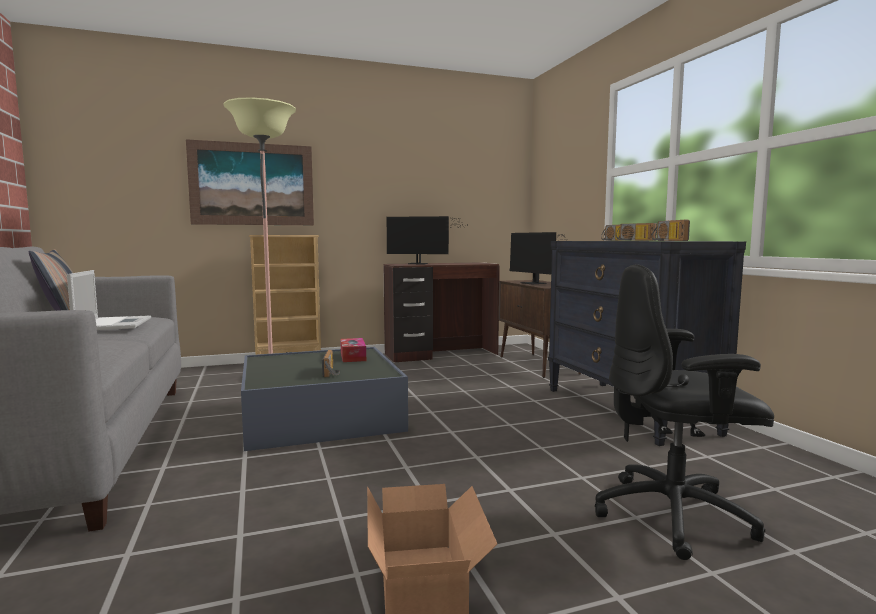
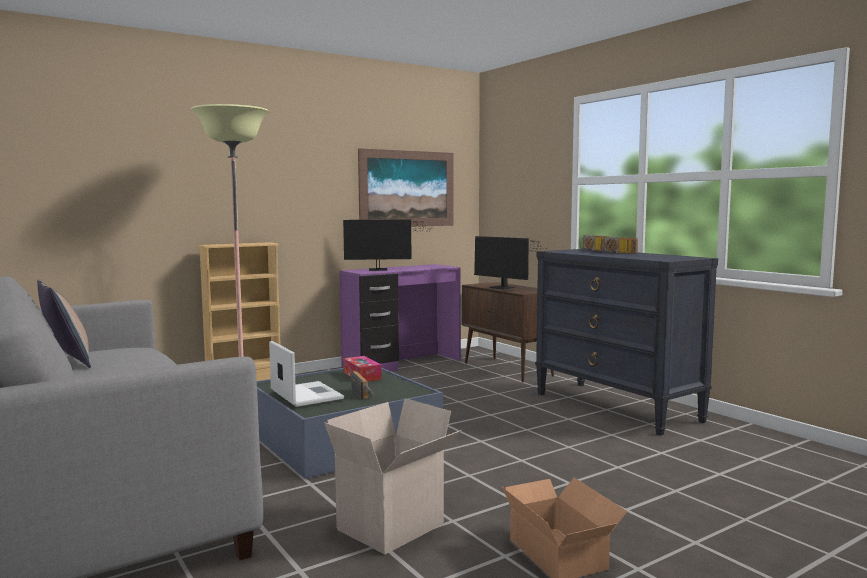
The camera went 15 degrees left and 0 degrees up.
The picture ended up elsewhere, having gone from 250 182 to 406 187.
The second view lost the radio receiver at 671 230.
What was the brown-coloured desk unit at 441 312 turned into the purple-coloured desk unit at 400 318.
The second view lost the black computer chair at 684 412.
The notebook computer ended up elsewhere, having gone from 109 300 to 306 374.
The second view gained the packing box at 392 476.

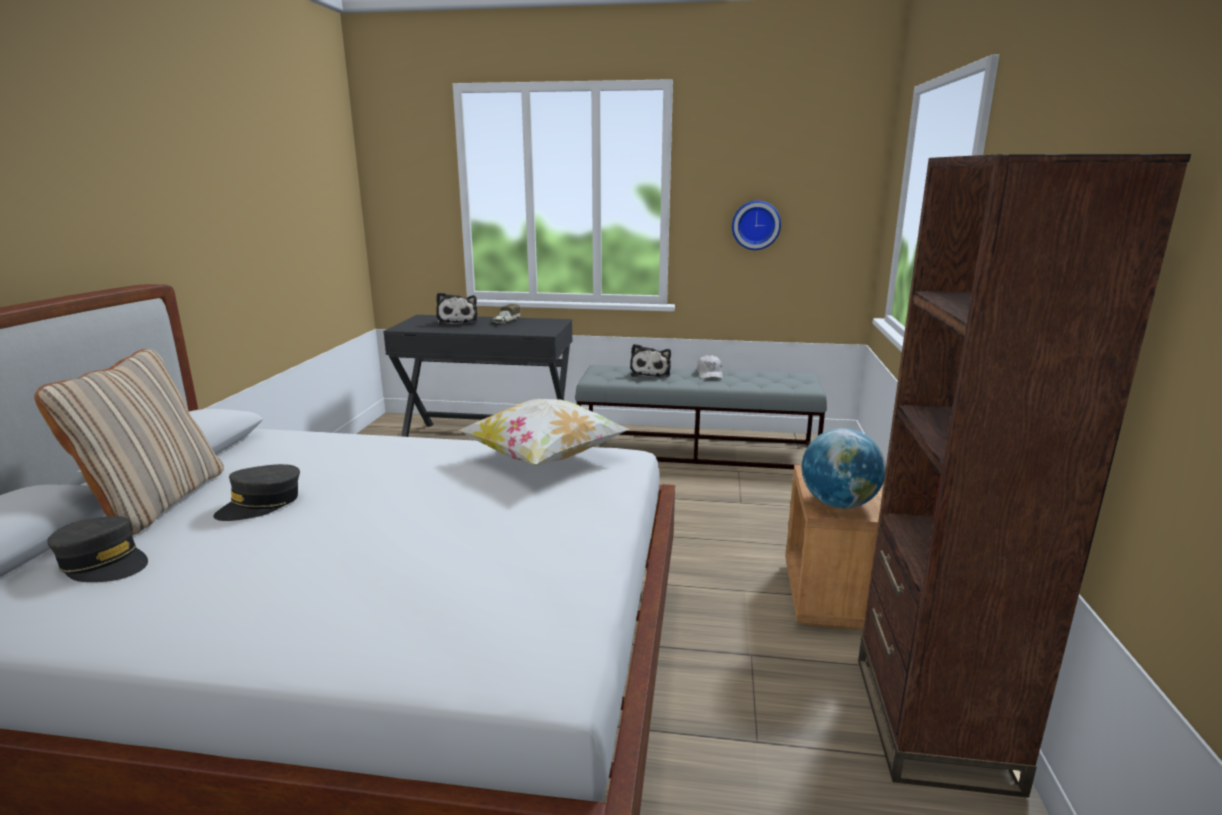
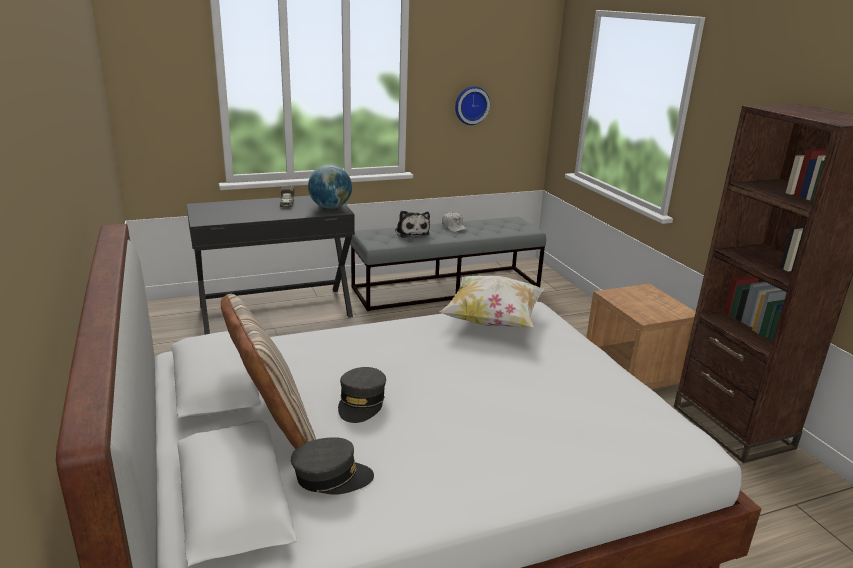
The camera went 30 degrees left and 5 degrees up.
The second view lost the soft toy at 457 308.
The globe ended up elsewhere, having gone from 844 468 to 330 187.

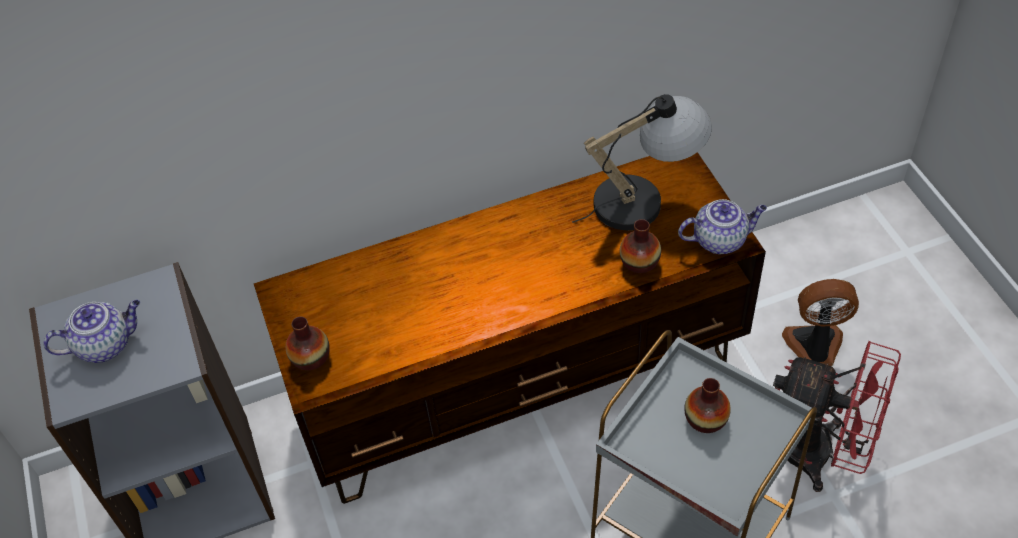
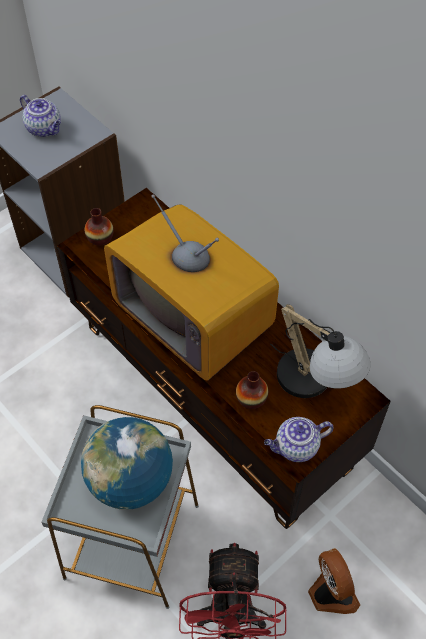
The camera went 65 degrees right and 5 degrees up.
The pot for tea at 722 226 ended up facing another way, 105 degrees clockwise from before.
Where the decorative vase stood at 707 405, the globe came to stand at 127 463.
The second view gained the television at 191 288.

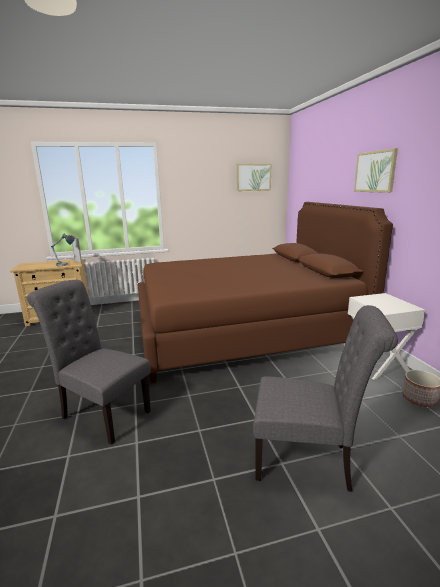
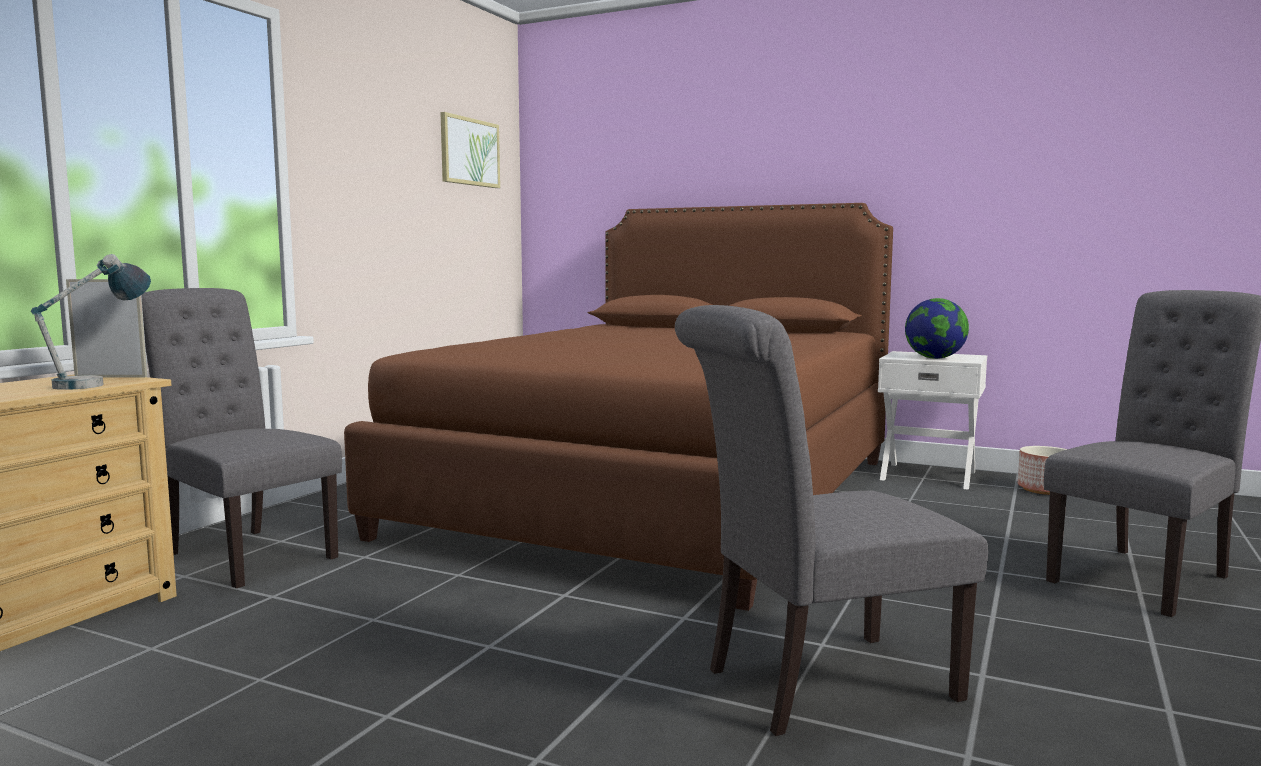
The camera went 50 degrees left and 10 degrees down.
The second view lost the picture at 376 170.
The second view gained the grey chair at 241 438.
The second view gained the globe at 937 328.

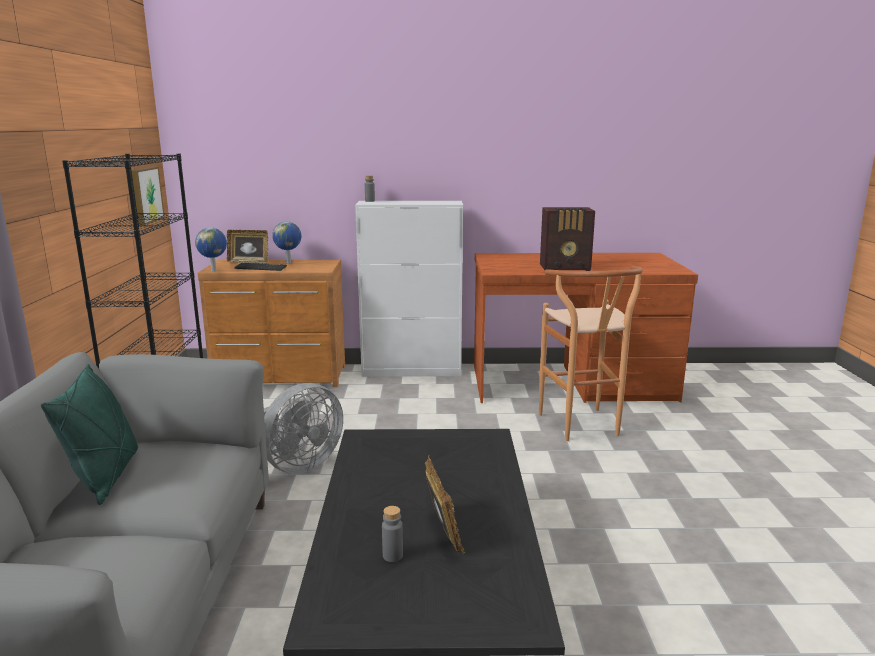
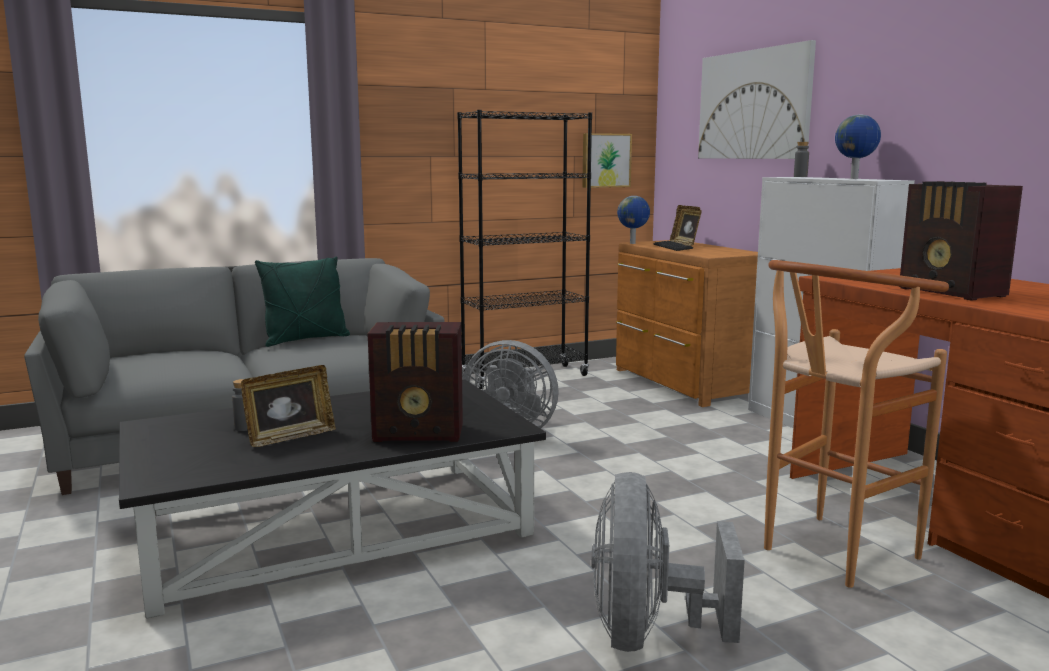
The camera went 65 degrees right and 5 degrees down.
The globe ended up elsewhere, having gone from 286 242 to 858 146.
The second view gained the picture at 757 99.
The second view gained the radio receiver at 415 382.
The second view gained the grey cooling fan at 668 562.

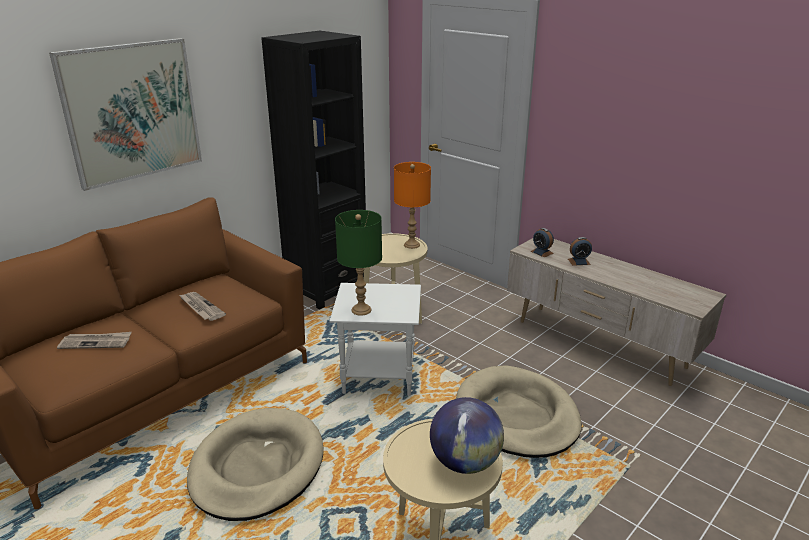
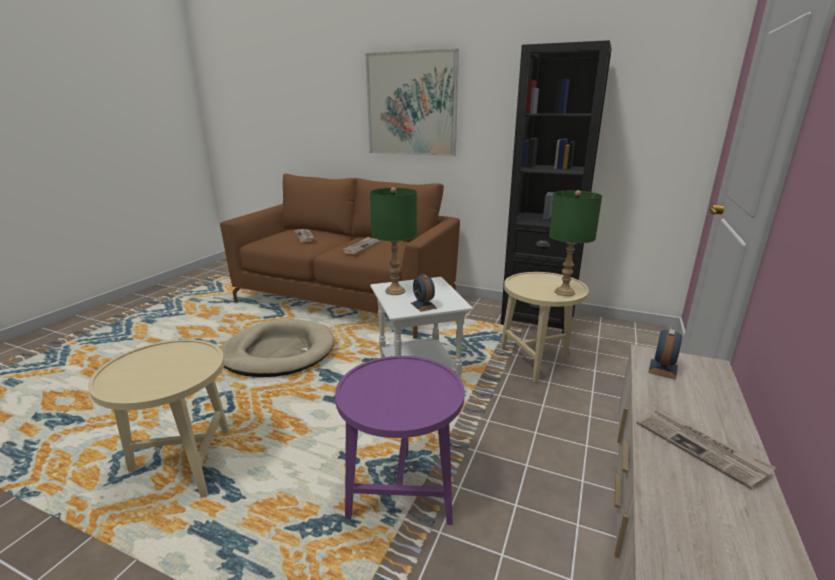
The camera went 70 degrees right and 5 degrees down.
What was the orange-coloured lamp for a table at 412 205 turned into the green-coloured lamp for a table at 575 243.
The table clock ended up elsewhere, having gone from 580 251 to 424 293.
Where the sand-coloured dog bed stood at 519 411, the purple-coloured accent table came to stand at 400 440.
The second view lost the globe at 467 435.
The second view gained the newspaper at 706 449.

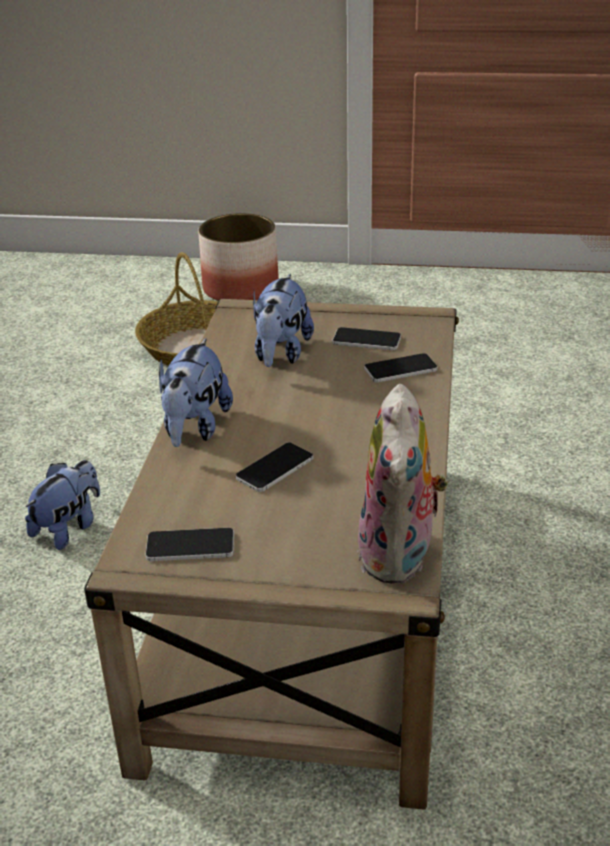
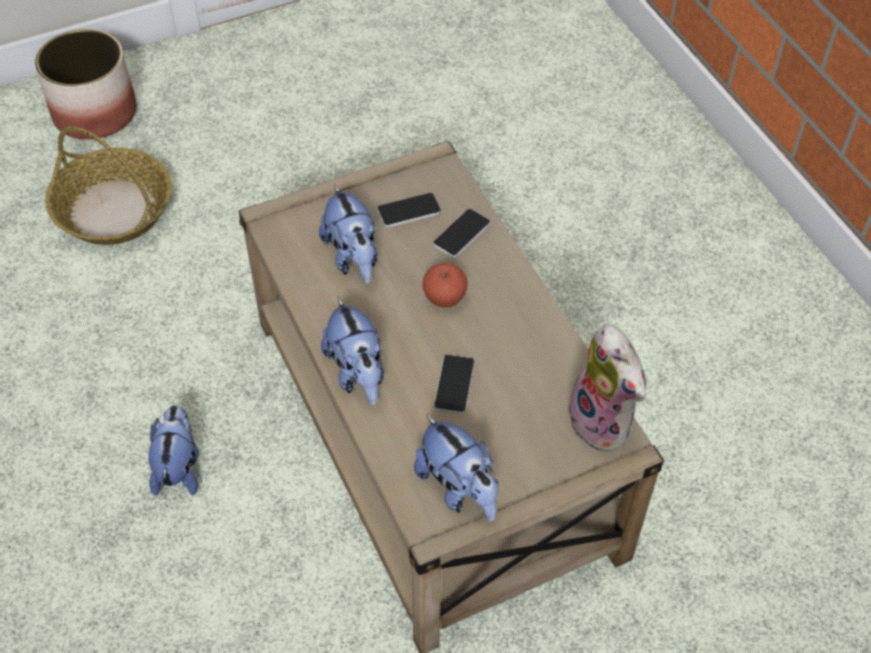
The camera went 35 degrees left and 20 degrees up.
Where the phone stood at 189 544, the soft toy came to stand at 456 468.
The second view gained the apple at 445 285.

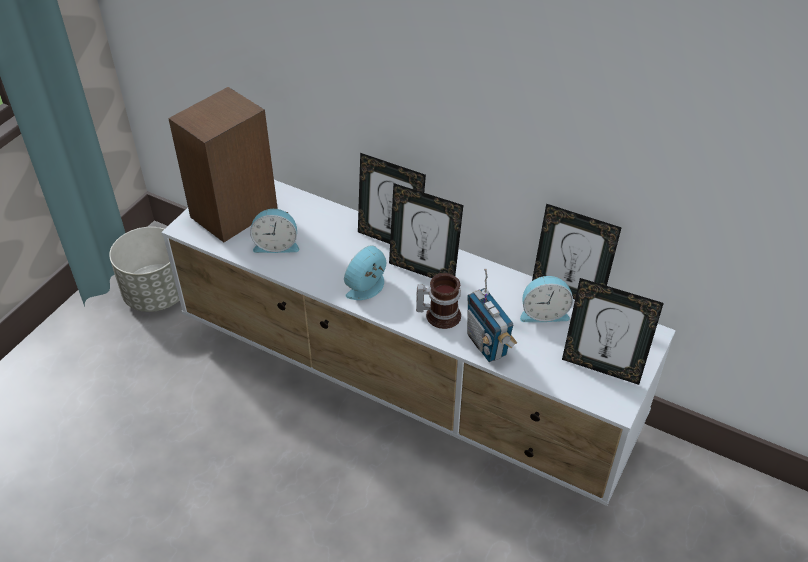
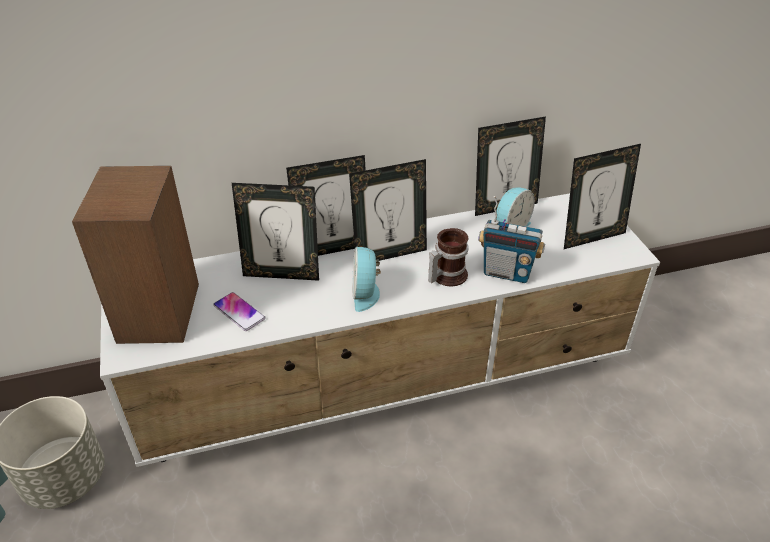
The camera went 45 degrees left and 5 degrees down.
Where the table clock stood at 274 231, the phone came to stand at 239 311.
The second view gained the standing frame at 275 232.

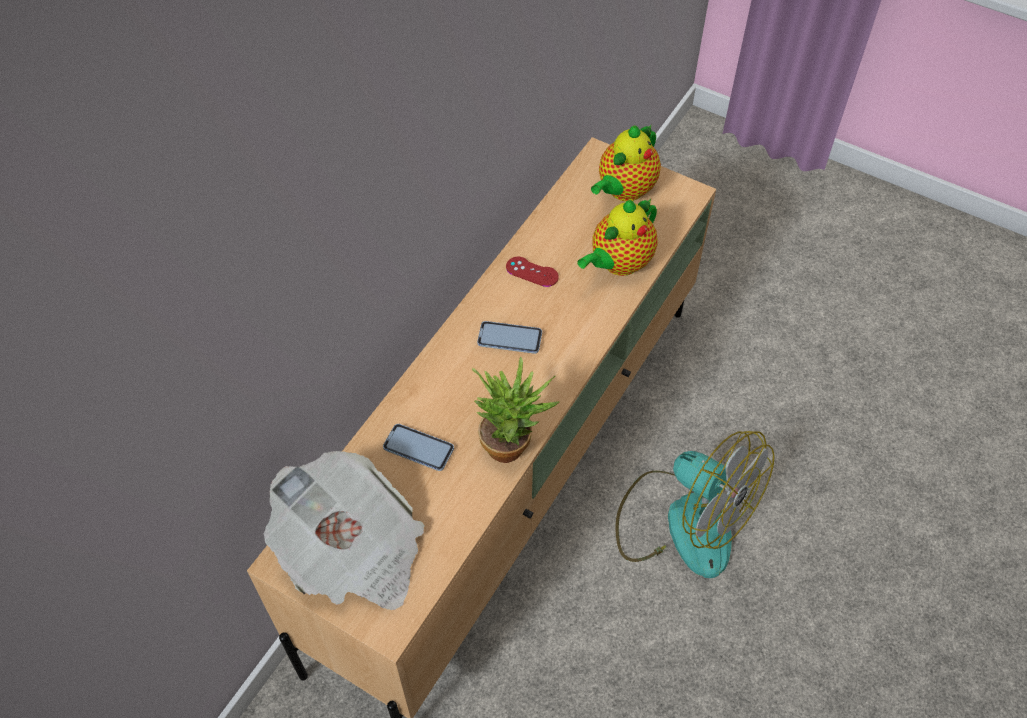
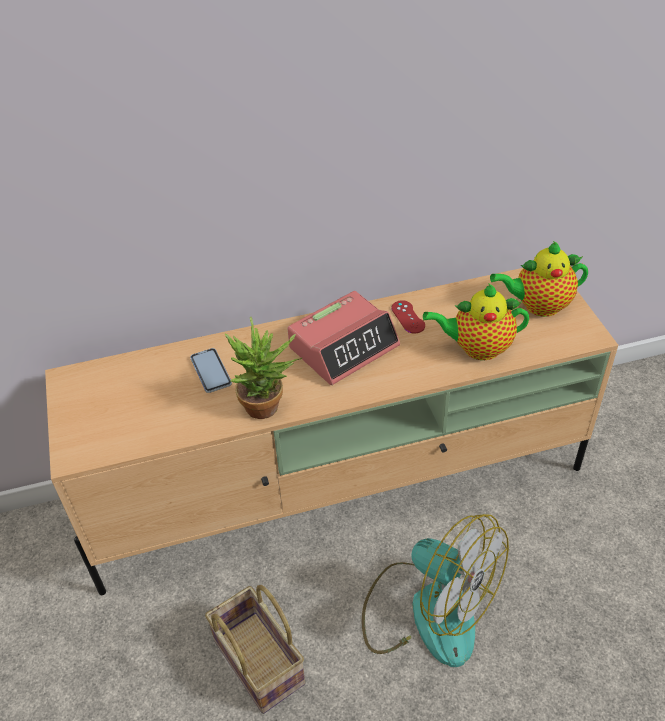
The camera went 45 degrees right and 10 degrees down.
Where the phone stood at 509 337, the table clock came to stand at 343 338.
The cooling fan at 695 504 ended up facing another way, 45 degrees counterclockwise from before.
The second view lost the newspaper at 344 530.
The second view gained the basket at 255 649.

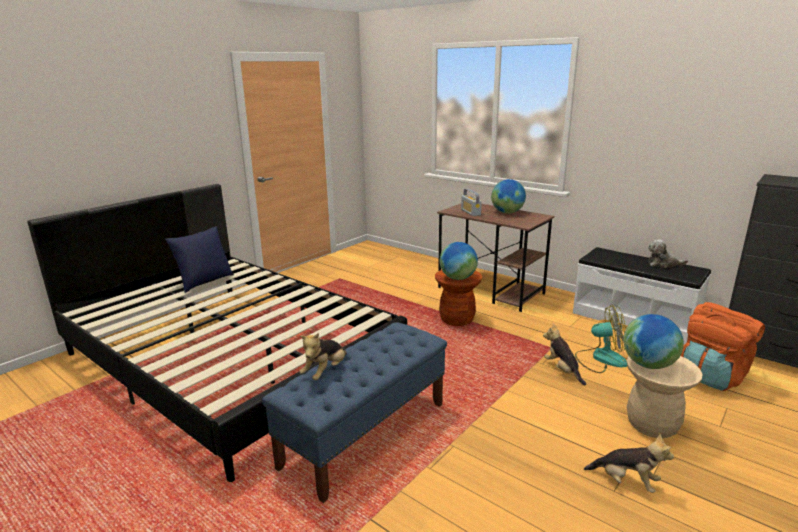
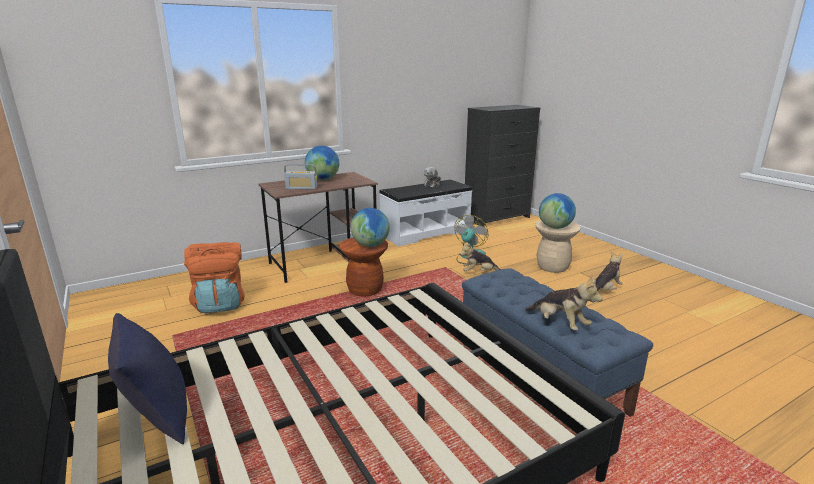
The camera went 70 degrees left and 0 degrees up.
The orange-coloured rucksack ended up elsewhere, having gone from 722 346 to 214 277.

